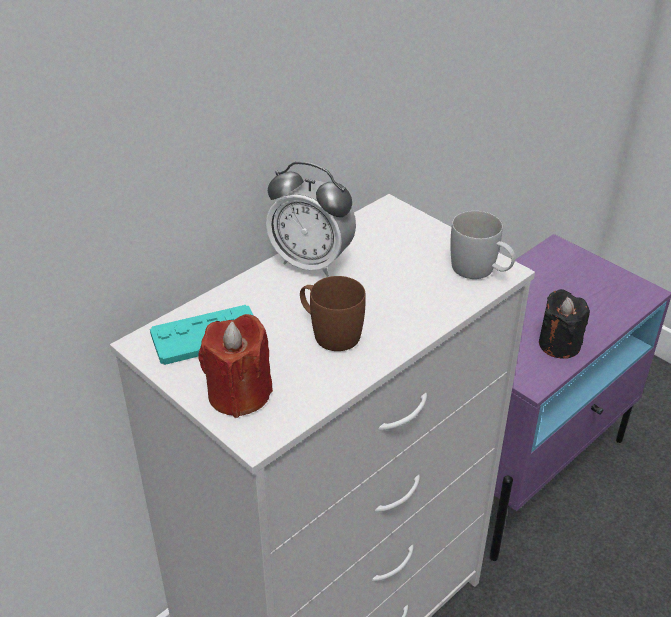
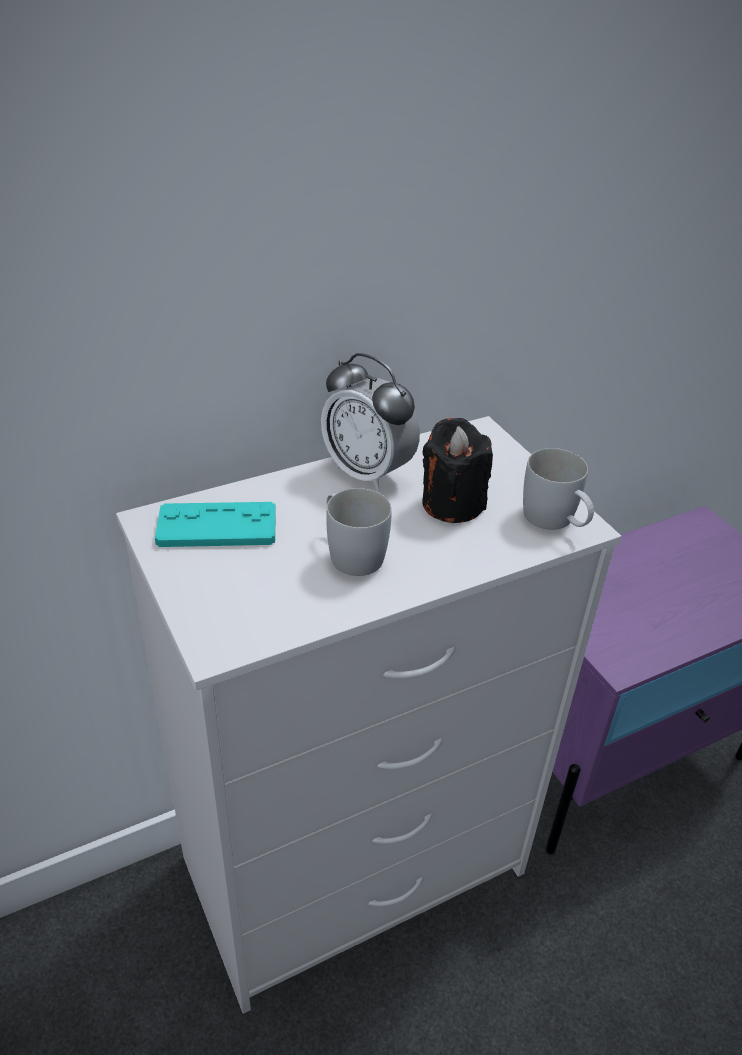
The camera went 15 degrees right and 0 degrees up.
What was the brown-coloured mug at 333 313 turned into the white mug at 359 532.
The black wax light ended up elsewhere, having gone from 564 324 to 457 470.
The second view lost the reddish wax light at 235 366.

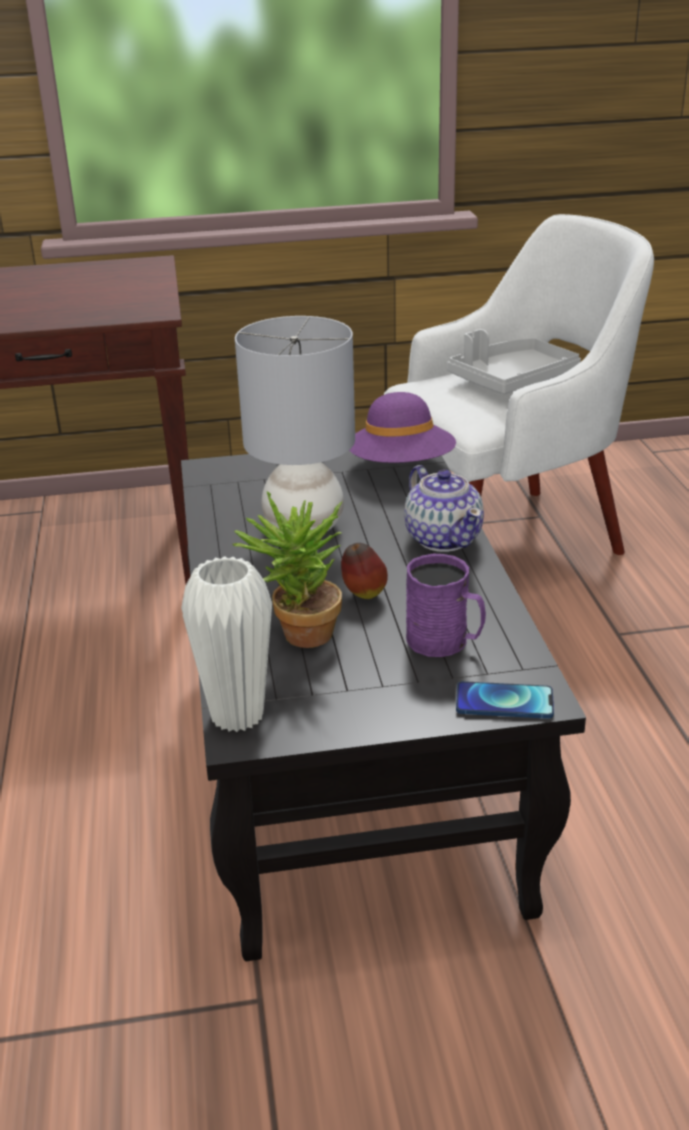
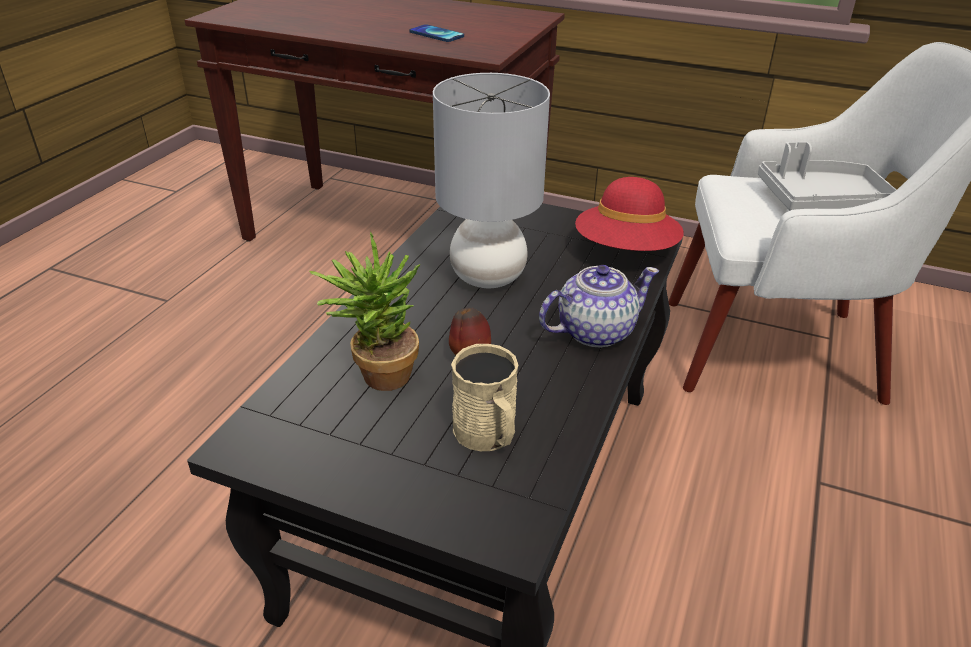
The camera went 30 degrees right and 5 degrees up.
What was the purple-coloured hat at 402 427 turned into the reddish hat at 629 214.
The pot for tea at 444 508 ended up facing another way, 120 degrees counterclockwise from before.
What was the purple-coloured mug at 446 605 turned into the sand-coloured mug at 484 397.
The second view lost the white decorative vase at 226 644.
The phone ended up elsewhere, having gone from 505 700 to 436 33.

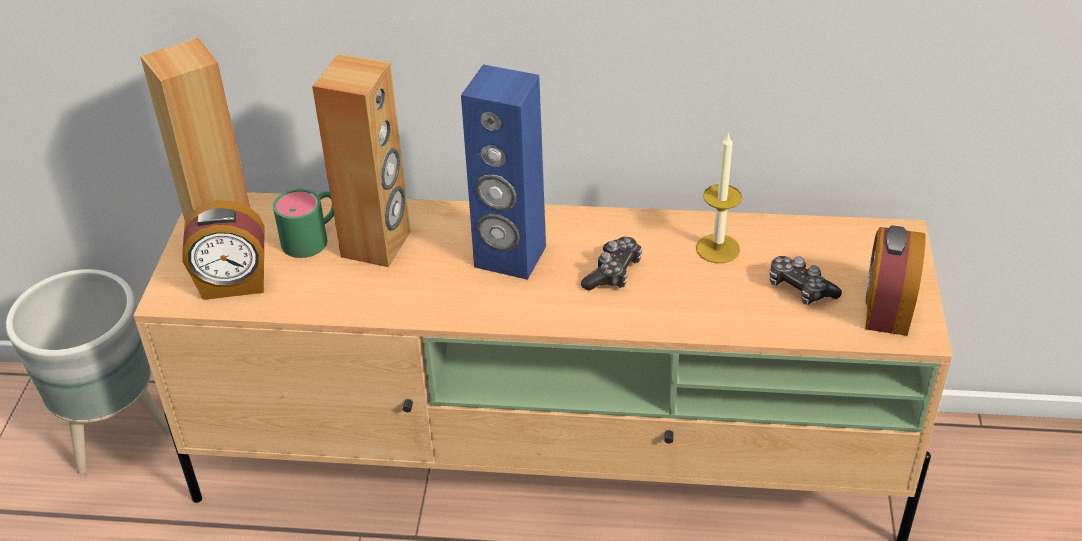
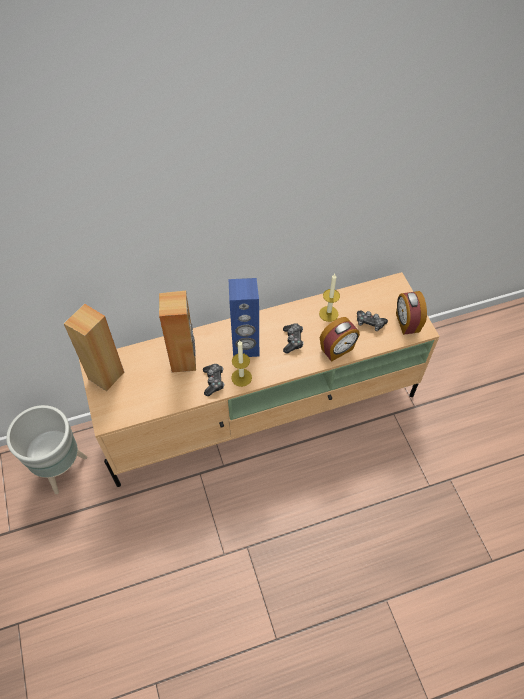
The camera went 25 degrees left and 15 degrees up.
The second view lost the green-coloured mug at 303 223.
The table clock ended up elsewhere, having gone from 224 250 to 340 339.
The second view gained the wax light at 241 364.
The second view gained the joypad at 213 380.

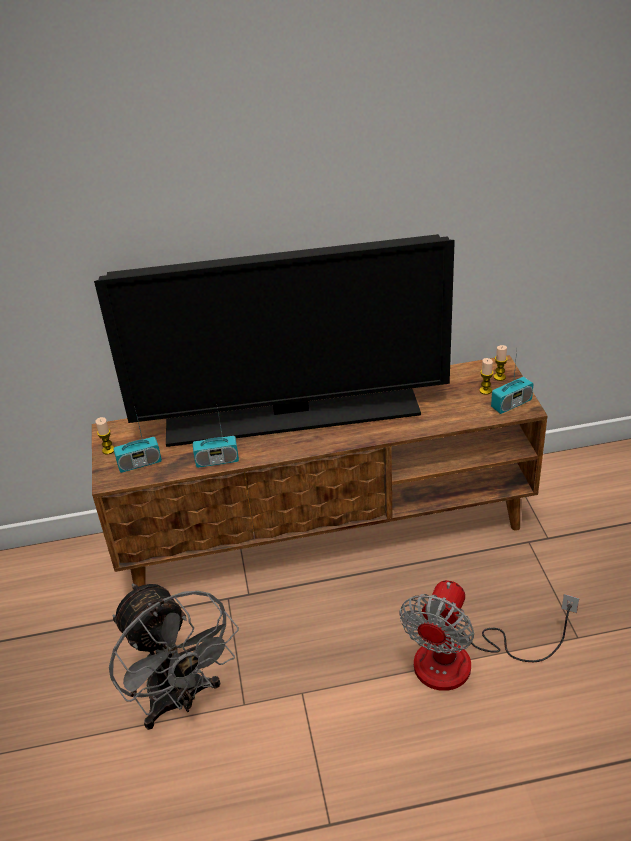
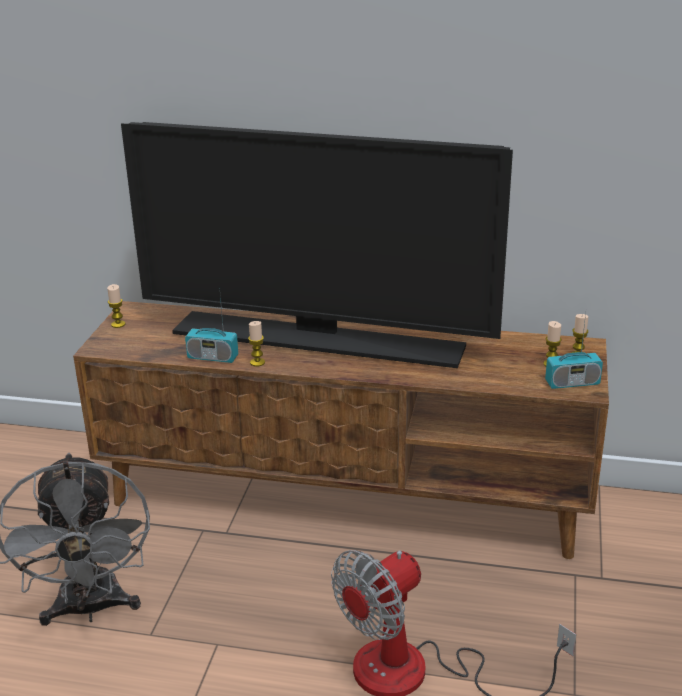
The camera went 20 degrees right and 10 degrees down.
The second view lost the radio receiver at 137 441.
The second view gained the wax light at 256 344.

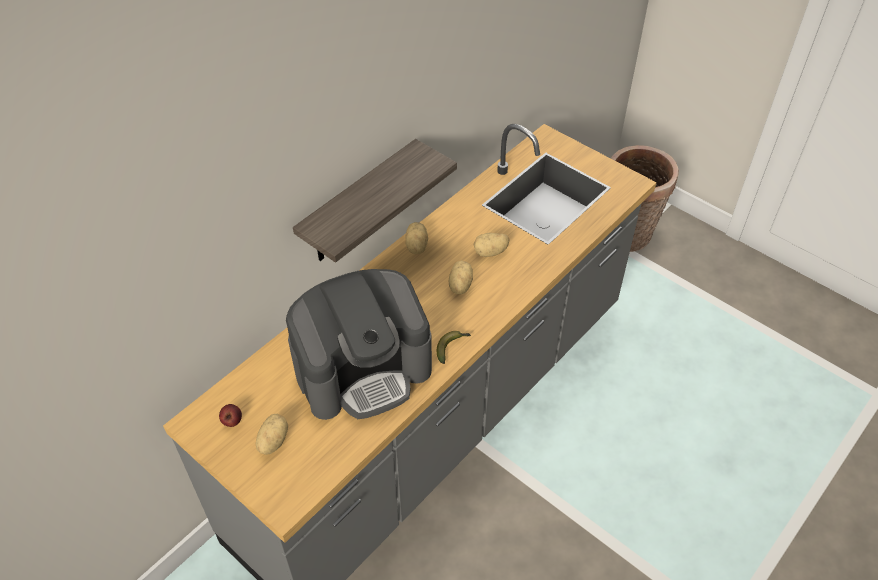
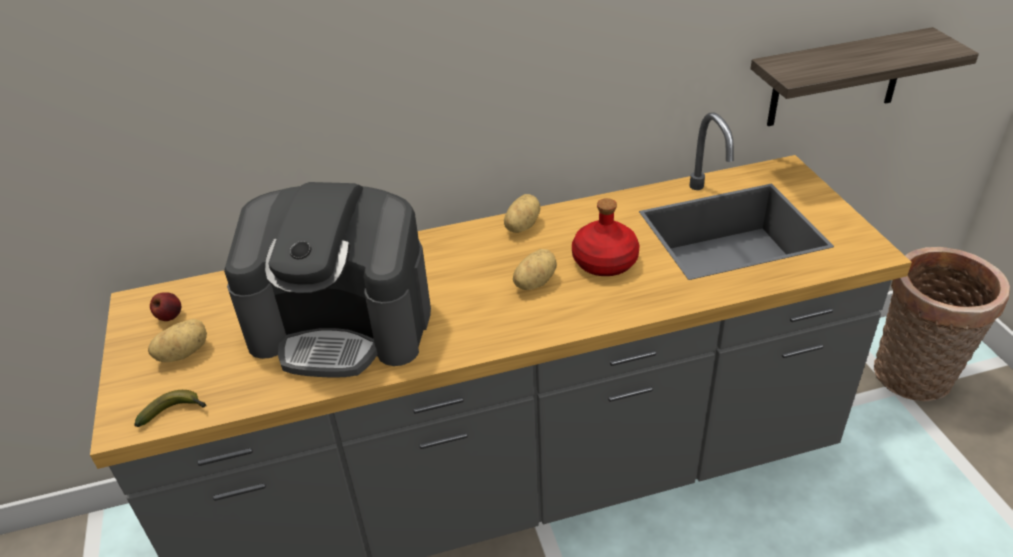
The camera went 35 degrees right and 10 degrees down.
The shelf ended up elsewhere, having gone from 375 201 to 864 76.
Where the potato stood at 491 244, the reddish beverage bottle came to stand at 605 237.
The banana fruit ended up elsewhere, having gone from 454 347 to 170 408.

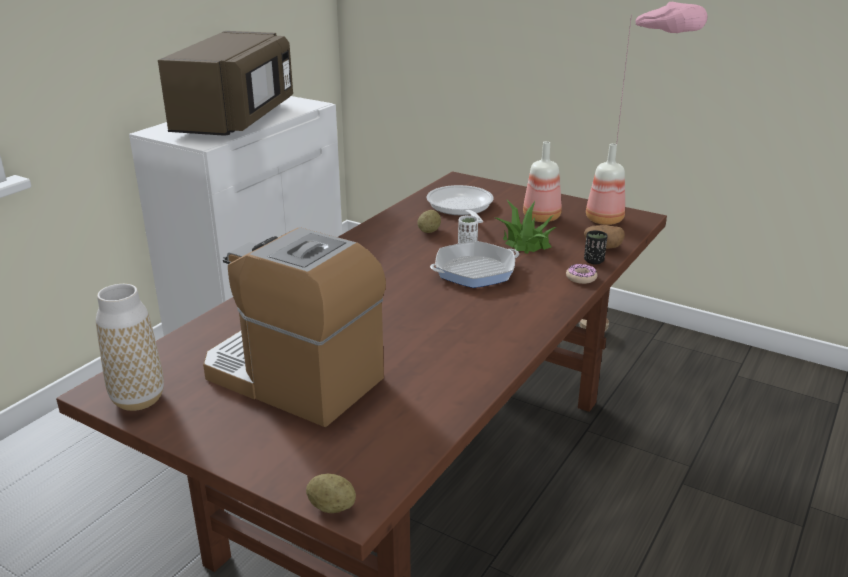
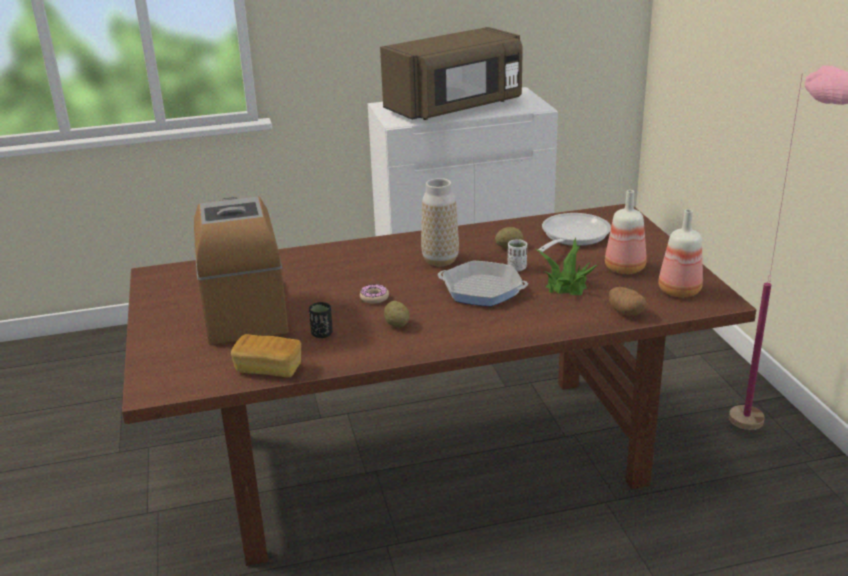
The camera went 45 degrees right and 0 degrees up.
The black small cup ended up elsewhere, having gone from 596 247 to 321 320.
The doughnut ended up elsewhere, having gone from 581 274 to 374 294.
The decorative vase ended up elsewhere, having gone from 130 347 to 440 222.
The potato ended up elsewhere, having gone from 331 493 to 397 314.
The second view gained the baked bread at 266 355.

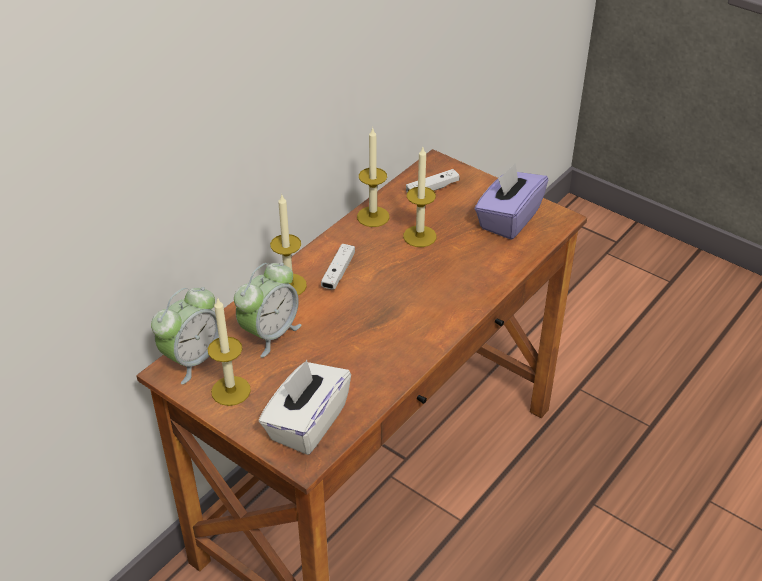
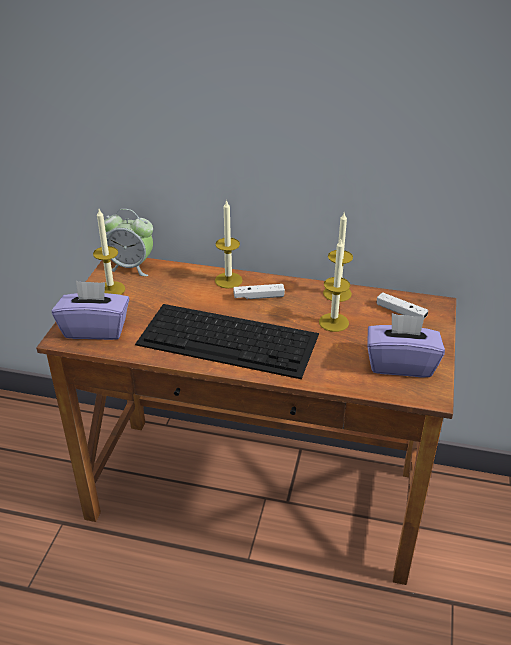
The camera went 65 degrees right and 5 degrees down.
The second view lost the table clock at 268 310.
What was the white tissue holder at 305 407 turned into the purple-coloured tissue holder at 90 310.
The second view gained the PC keyboard at 227 341.

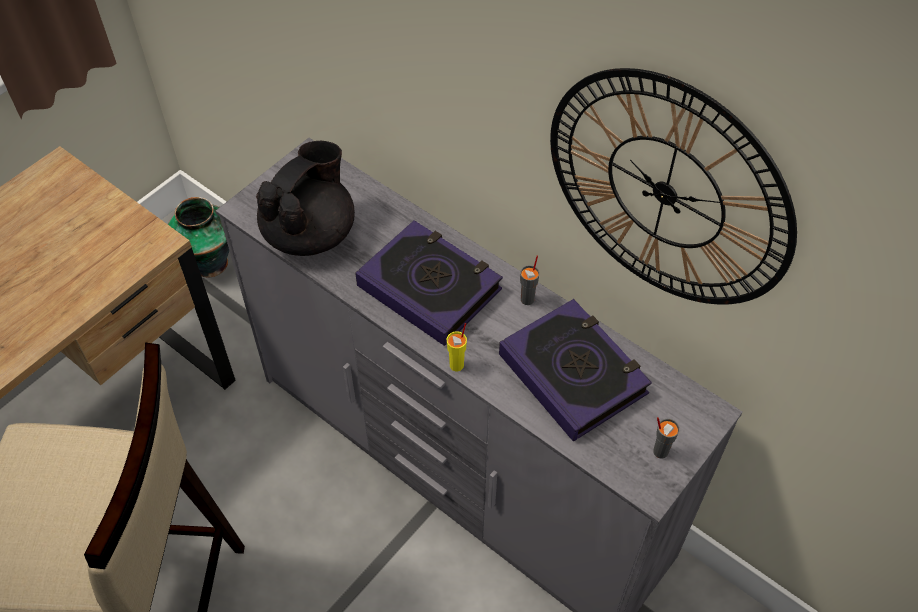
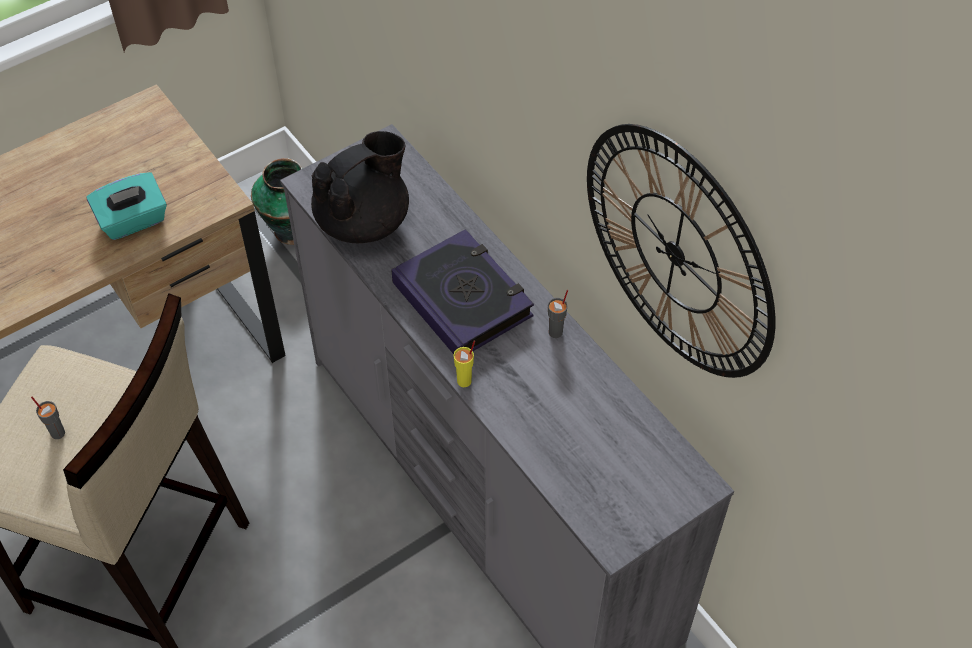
The camera went 15 degrees right and 0 degrees up.
The second view lost the book at 575 370.
The grey small cup ended up elsewhere, having gone from 666 438 to 48 418.
The second view gained the blue-green tissue holder at 126 206.

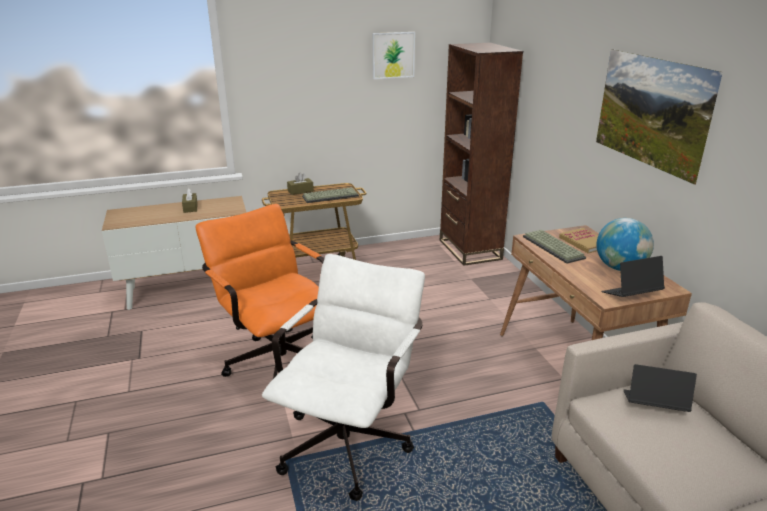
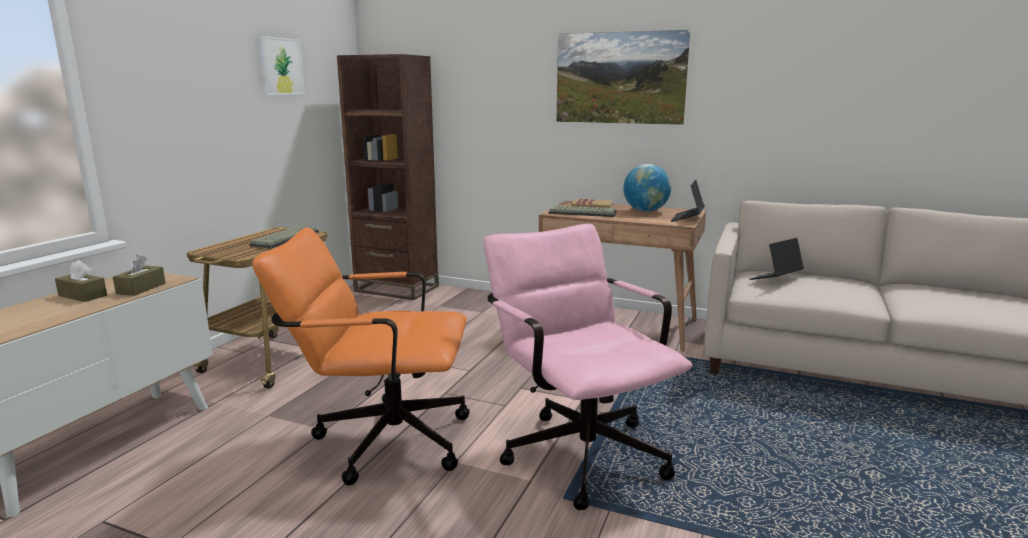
The camera went 50 degrees left and 10 degrees down.
The brown-coloured tissue holder ended up elsewhere, having gone from 300 184 to 139 275.
What was the white computer chair at 343 377 turned into the pink-coloured computer chair at 587 367.

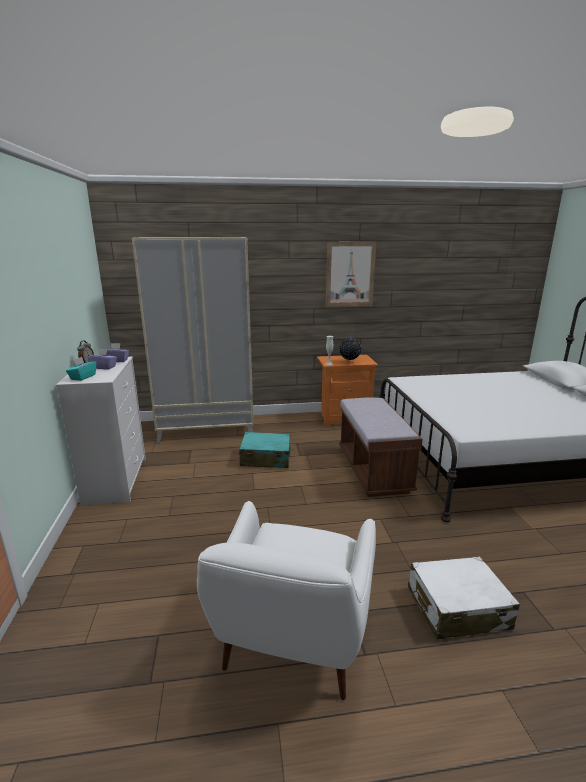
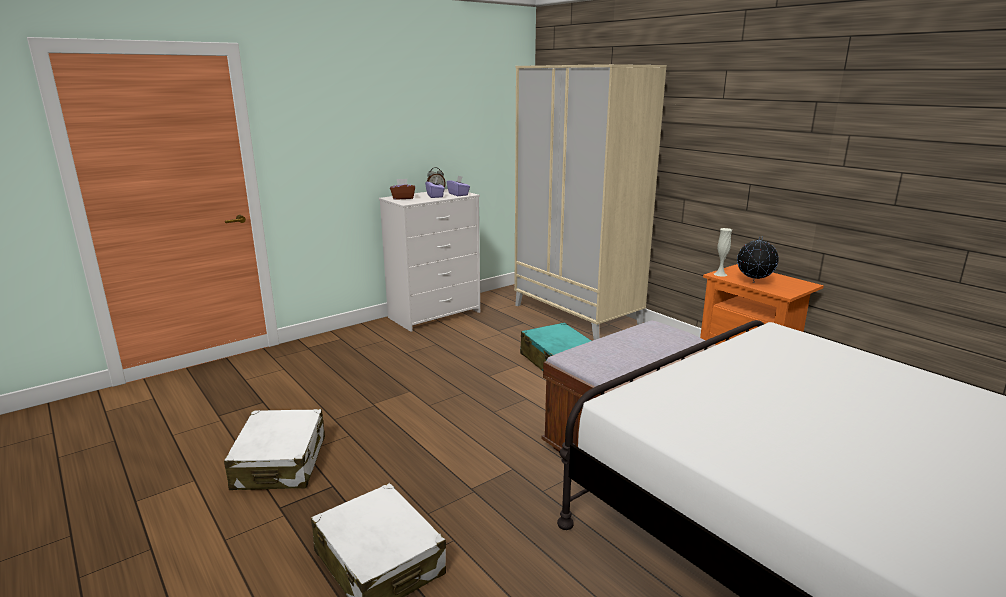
The camera went 60 degrees right and 0 degrees up.
The second view lost the picture at 351 274.
What was the blue-green tissue holder at 81 369 turned into the brown-coloured tissue holder at 402 189.
Where the white lounge chair stood at 286 600, the white suitcase came to stand at 274 449.

